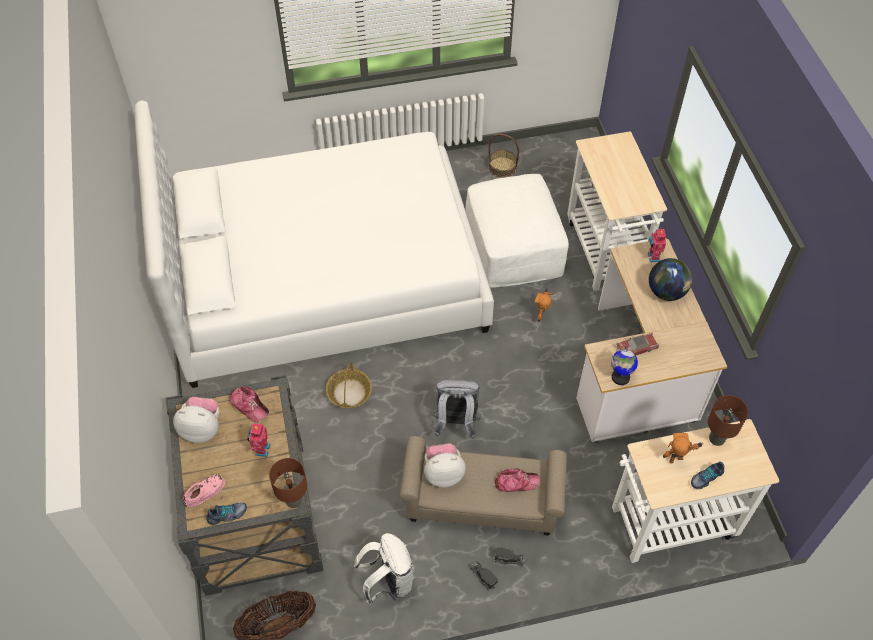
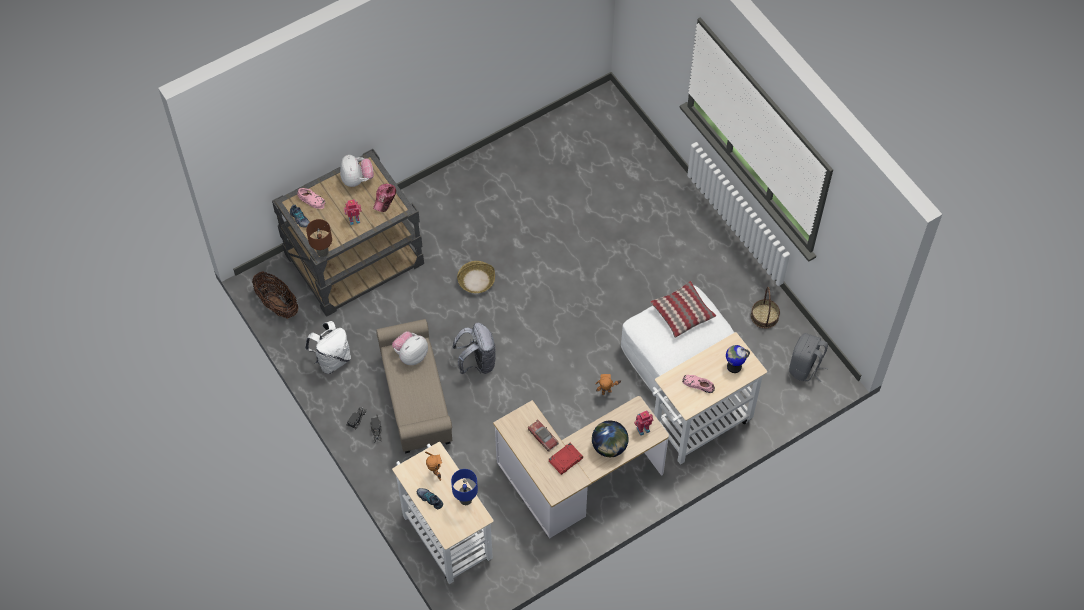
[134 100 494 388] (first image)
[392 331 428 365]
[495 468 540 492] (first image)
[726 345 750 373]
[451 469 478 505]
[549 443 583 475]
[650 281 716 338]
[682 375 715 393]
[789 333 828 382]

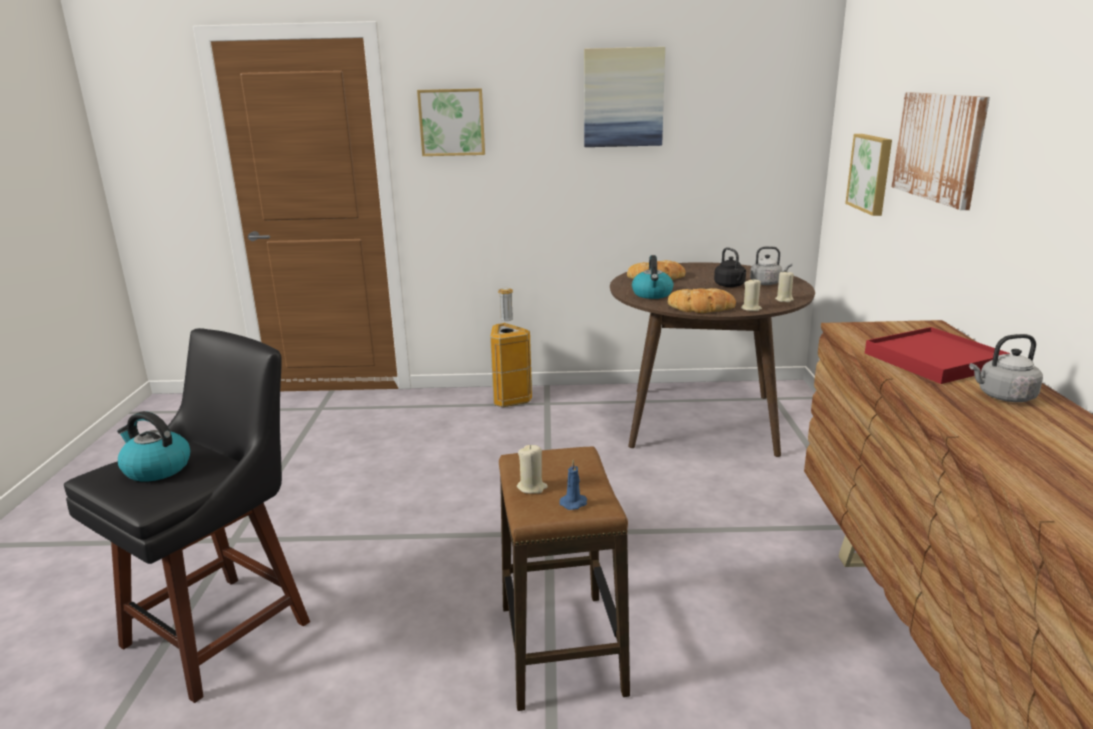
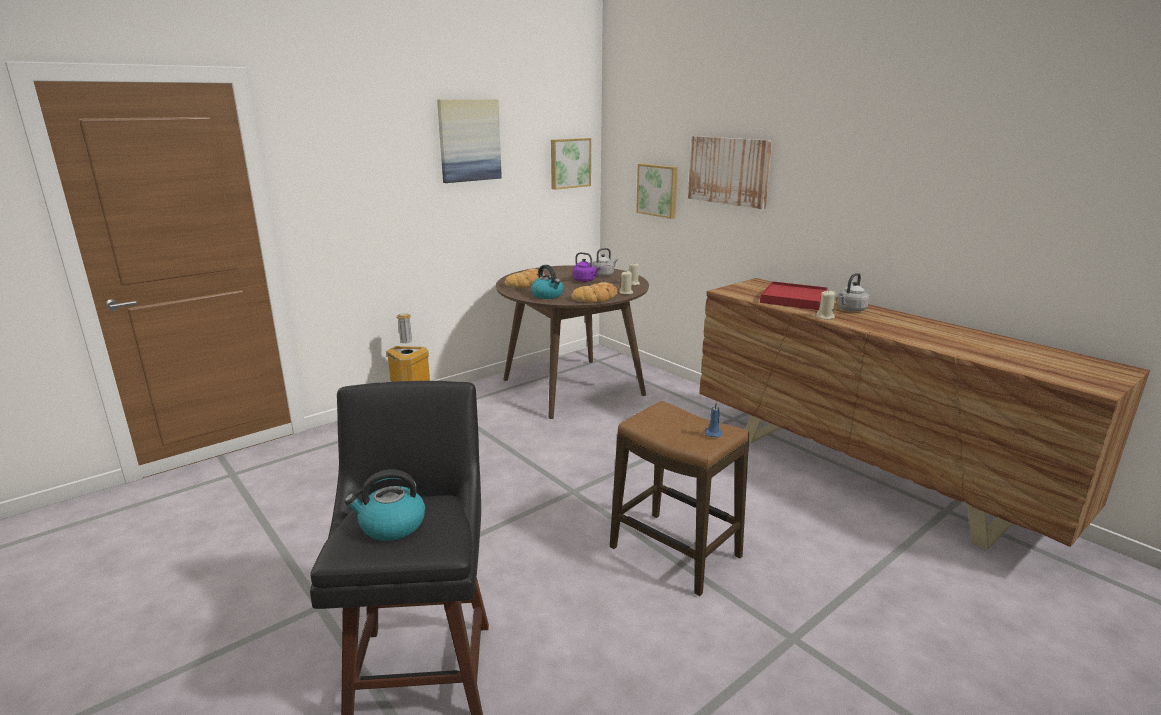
[551 138 591 190]
[816 291 835 319]
[573 252 600 282]

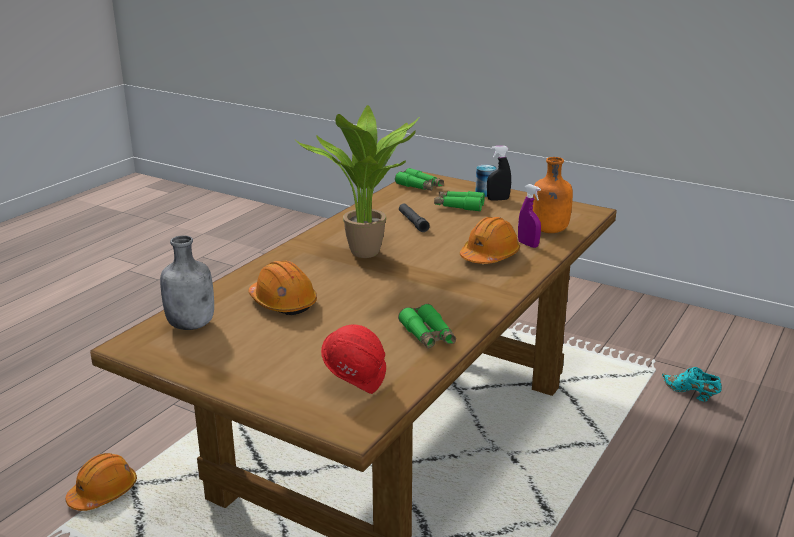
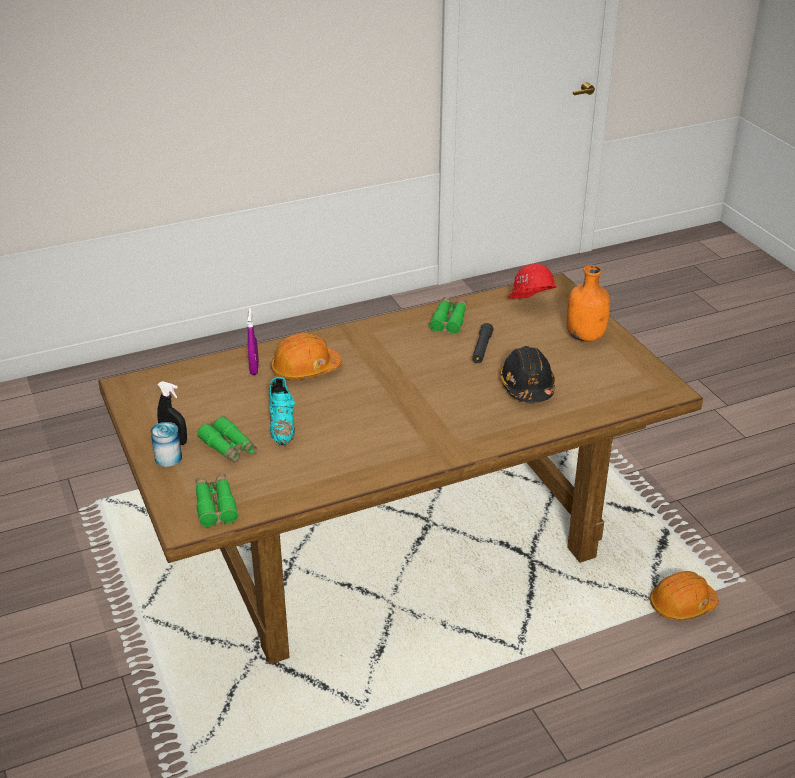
[160 235 214 330] (first image)
[500 346 555 403]
[296 105 419 258] (first image)
[472 323 494 363]
[567 265 610 341]
[269 377 295 445]

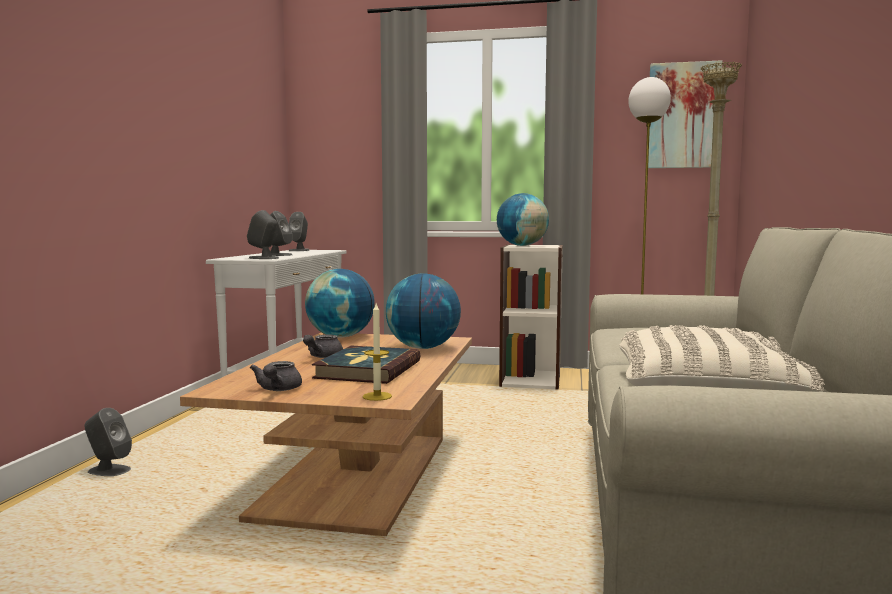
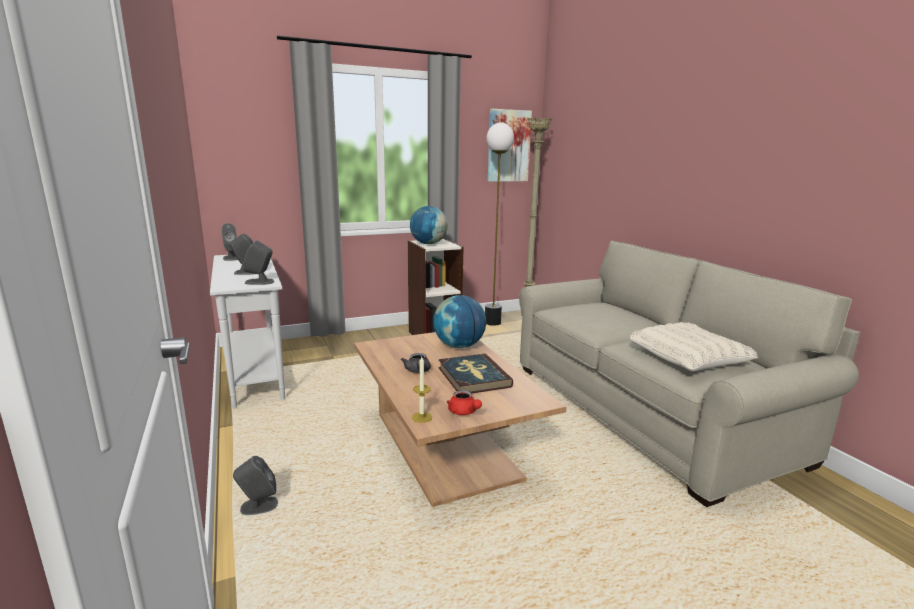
[447 390 482 415]
[305 269 375 338] (first image)
[412 357 432 423]

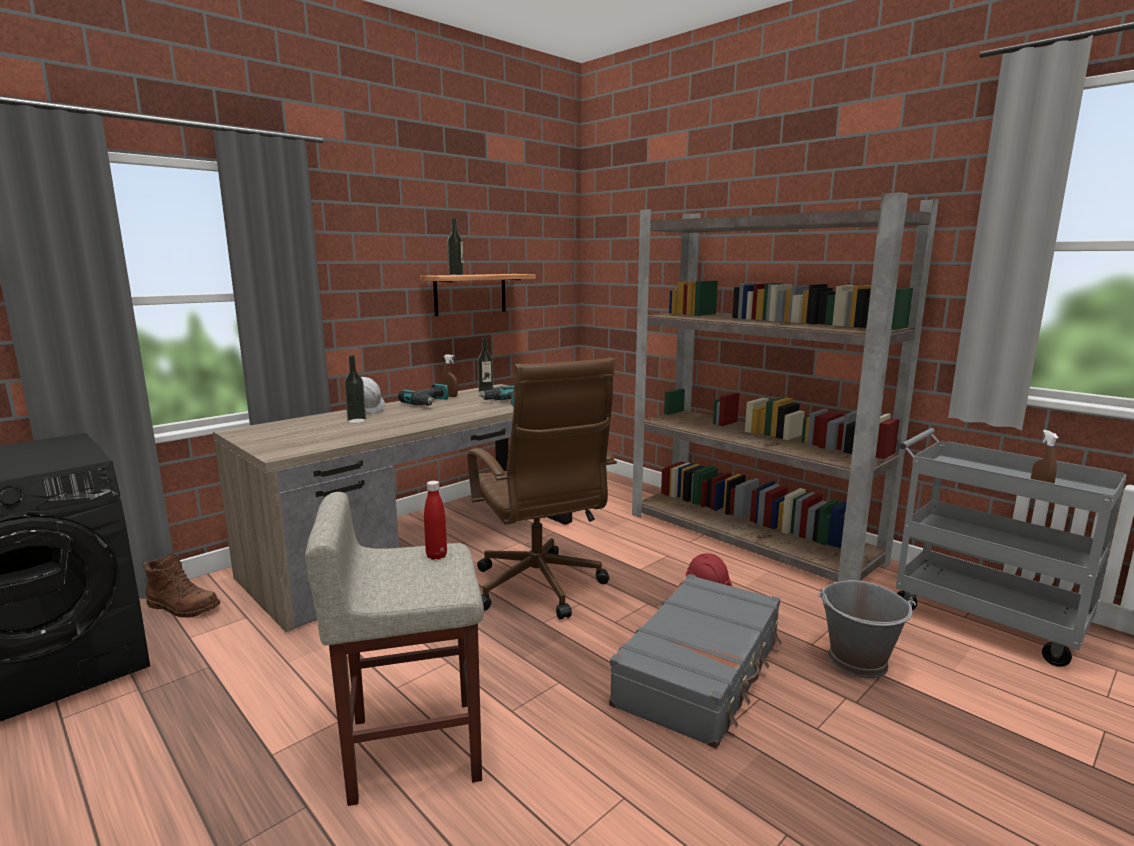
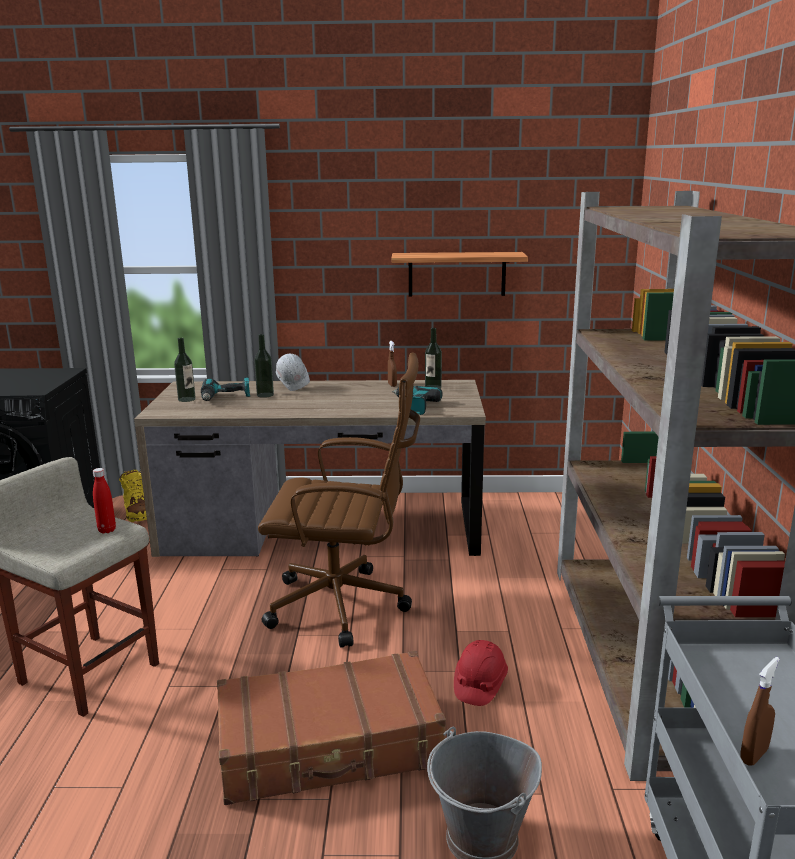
[119 470 147 522]
[201 377 250 401]
[174 338 196 402]
[258 352 420 648]
[217 650 446 805]

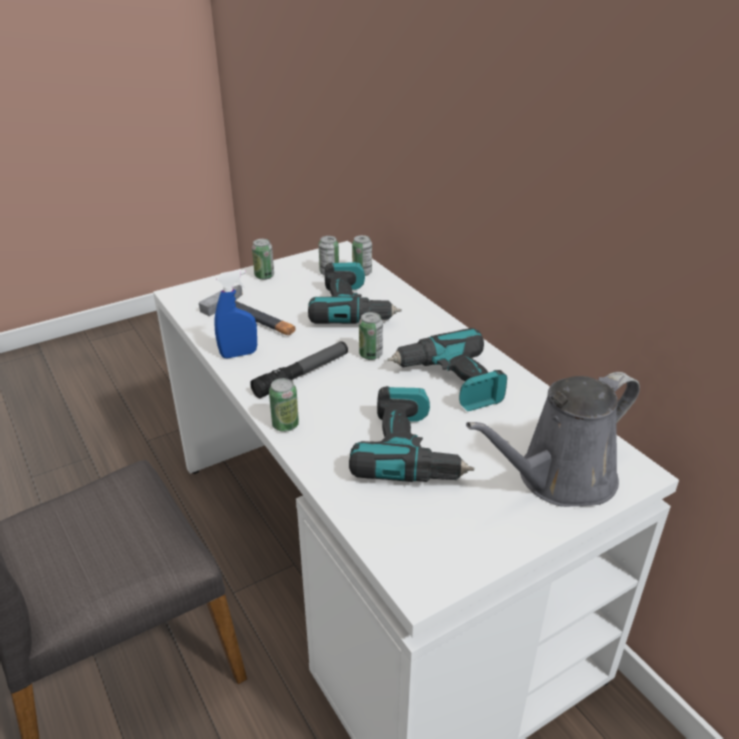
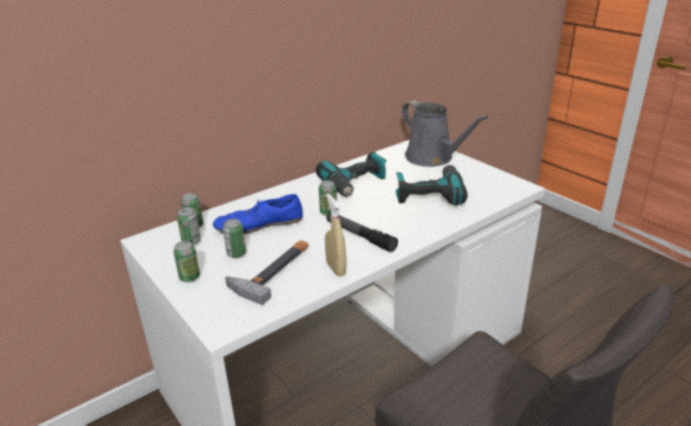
[325 194 346 277]
[223 219 246 258]
[213 194 303 234]

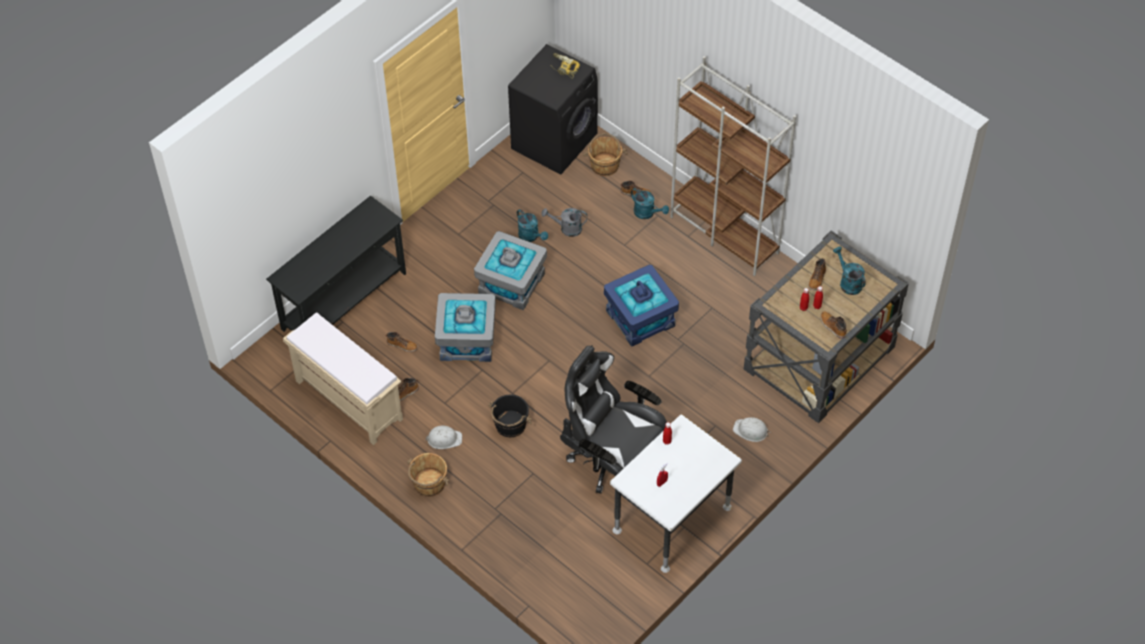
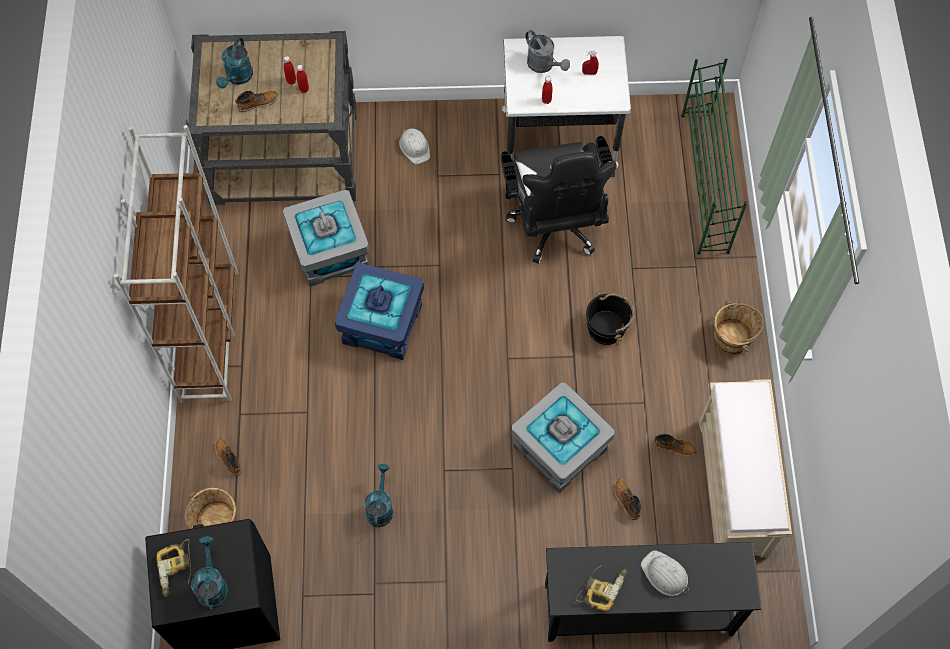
[641 550 689 596]
[283 189 369 287]
[525 30 570 73]
[191 536 228 610]
[820 311 847 339] (first image)
[576 565 627 611]
[681 58 747 254]

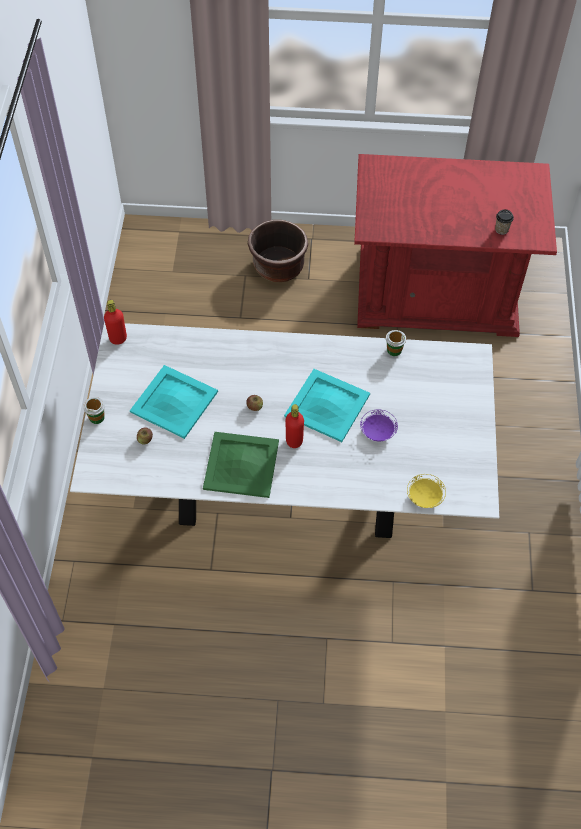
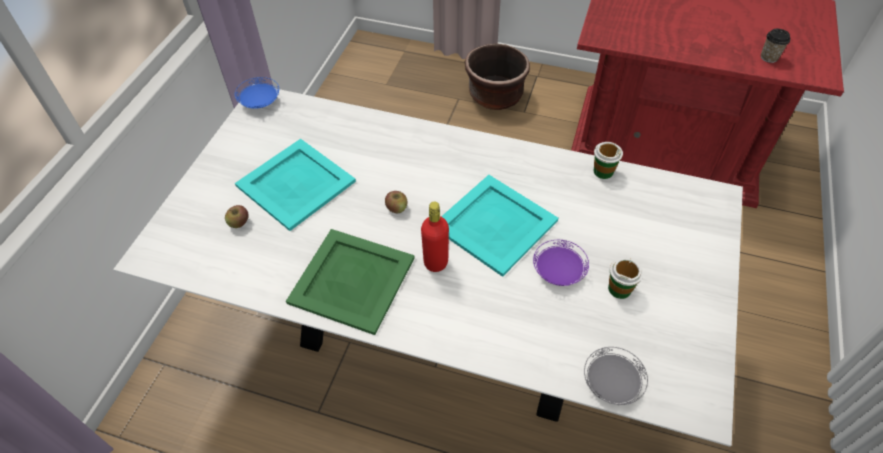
[608 258 643 299]
[235 77 279 109]
[584 347 648 405]

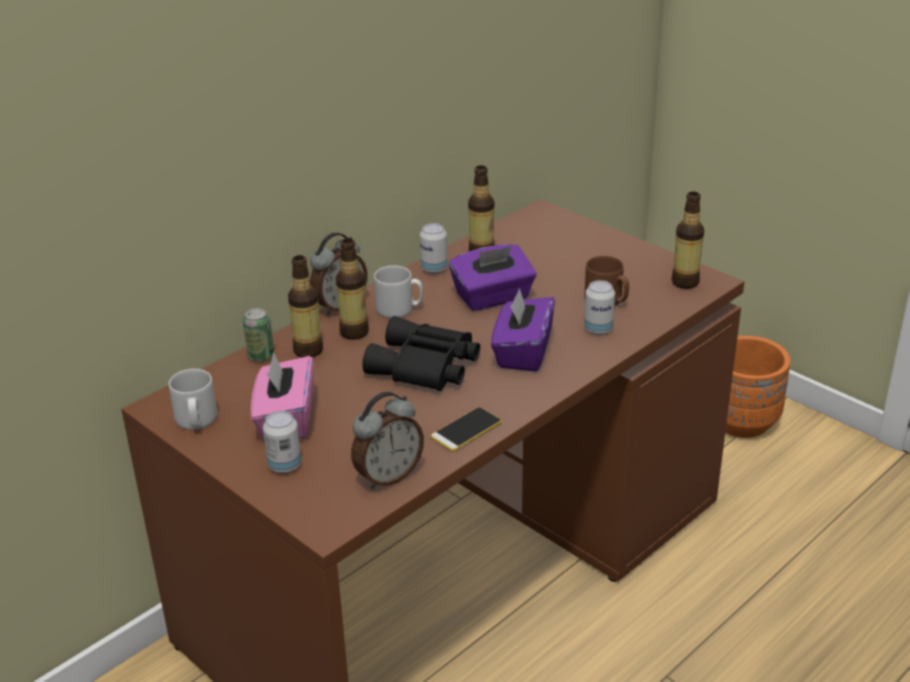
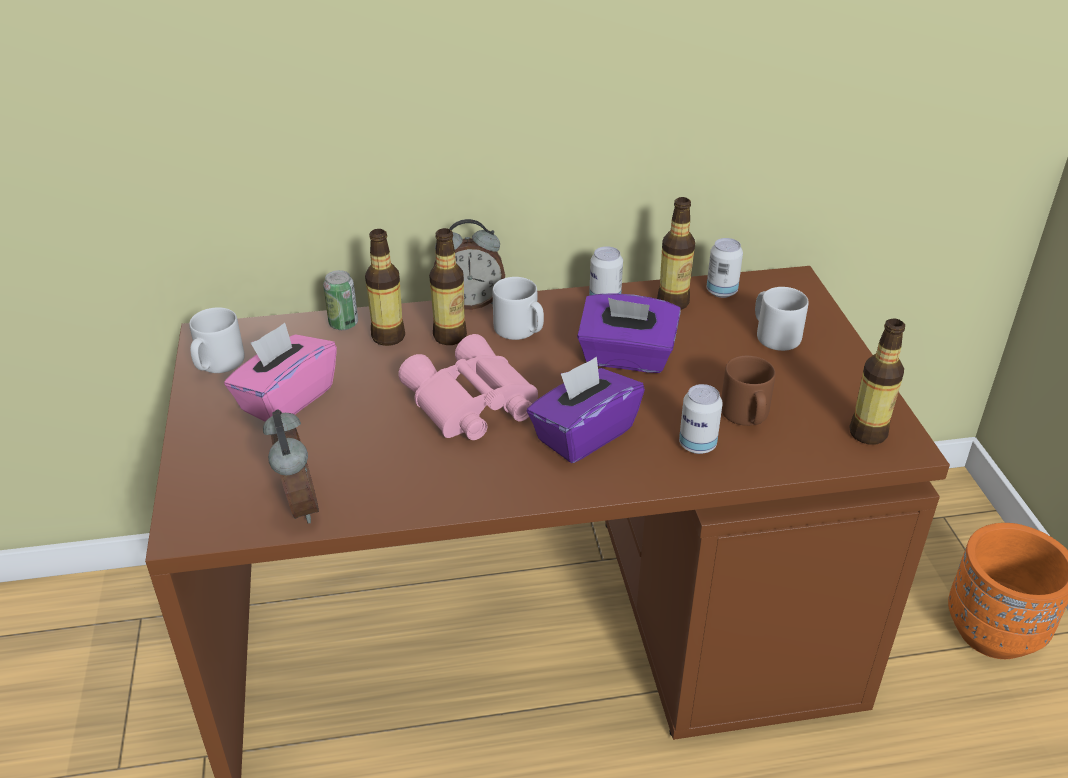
[706 238 743 298]
[263 409 319 524]
[398 334 538 440]
[430 407 502 452] (first image)
[755 287 809 351]

